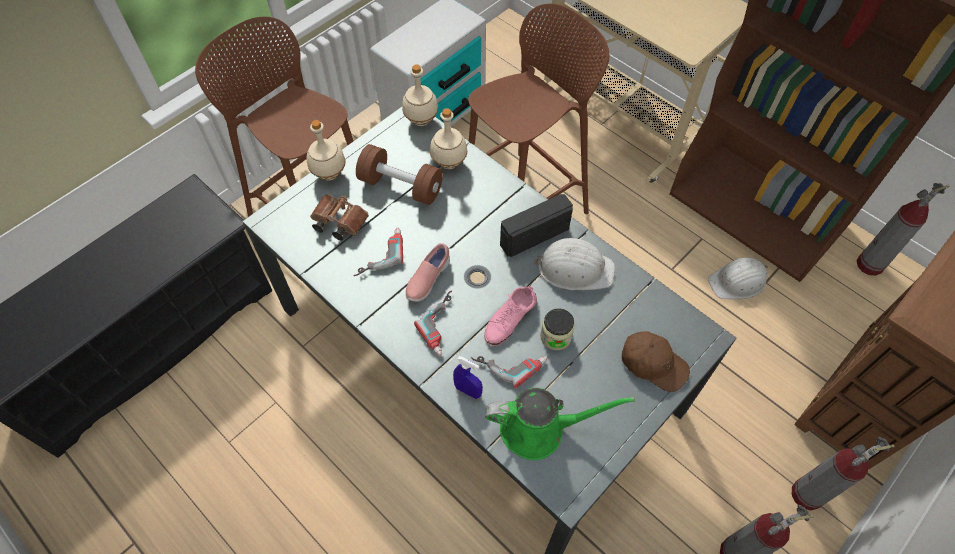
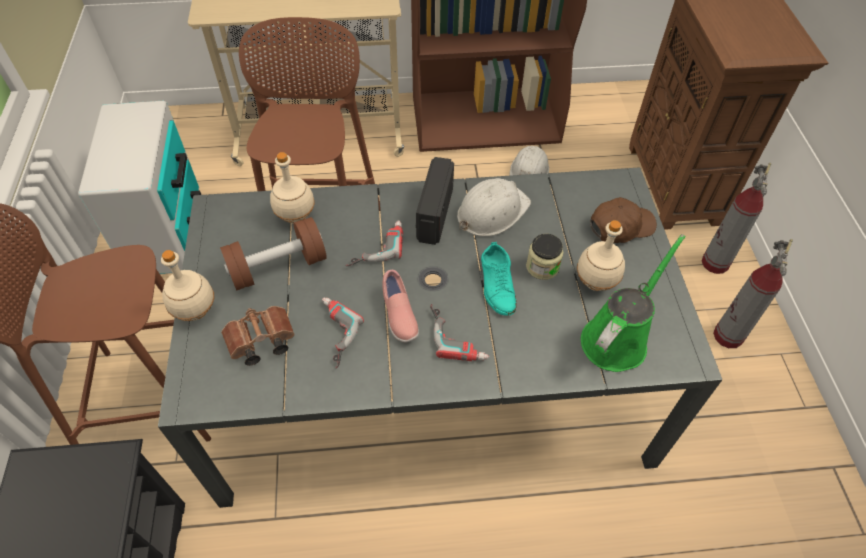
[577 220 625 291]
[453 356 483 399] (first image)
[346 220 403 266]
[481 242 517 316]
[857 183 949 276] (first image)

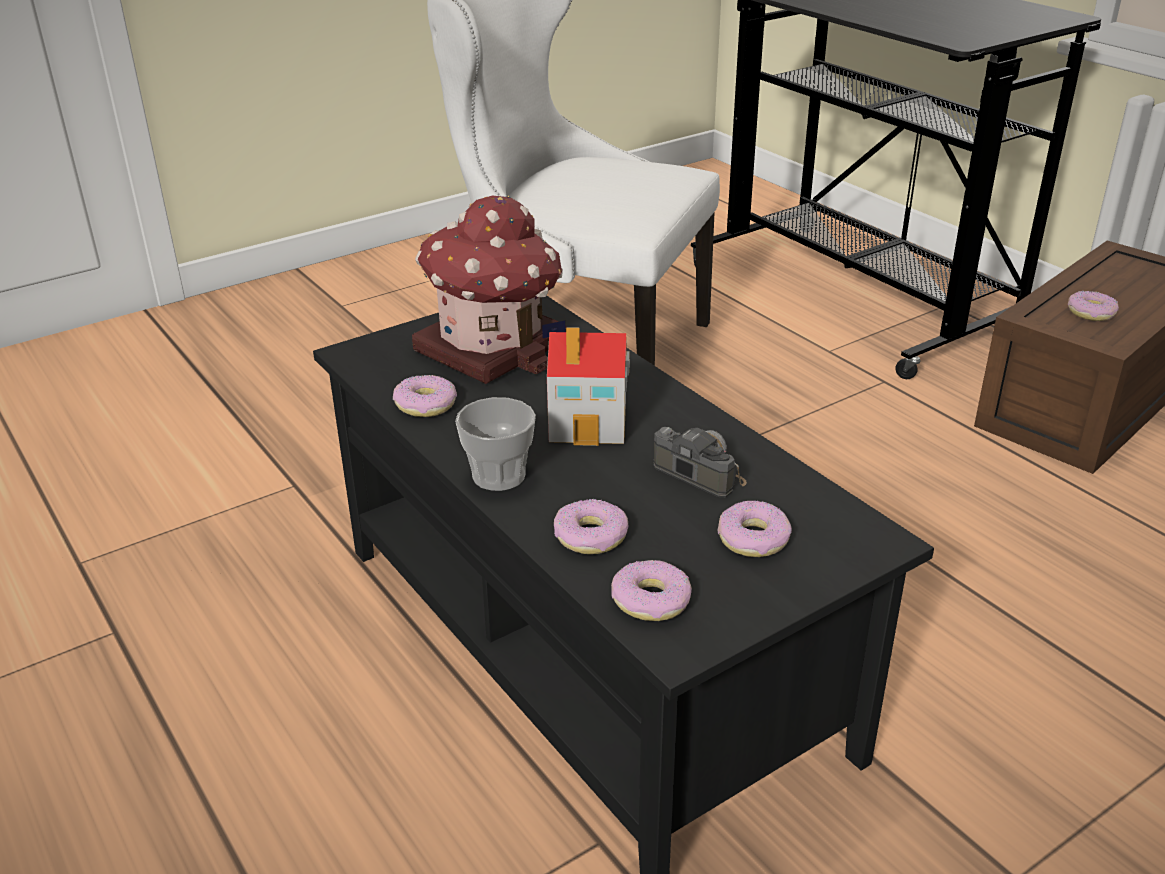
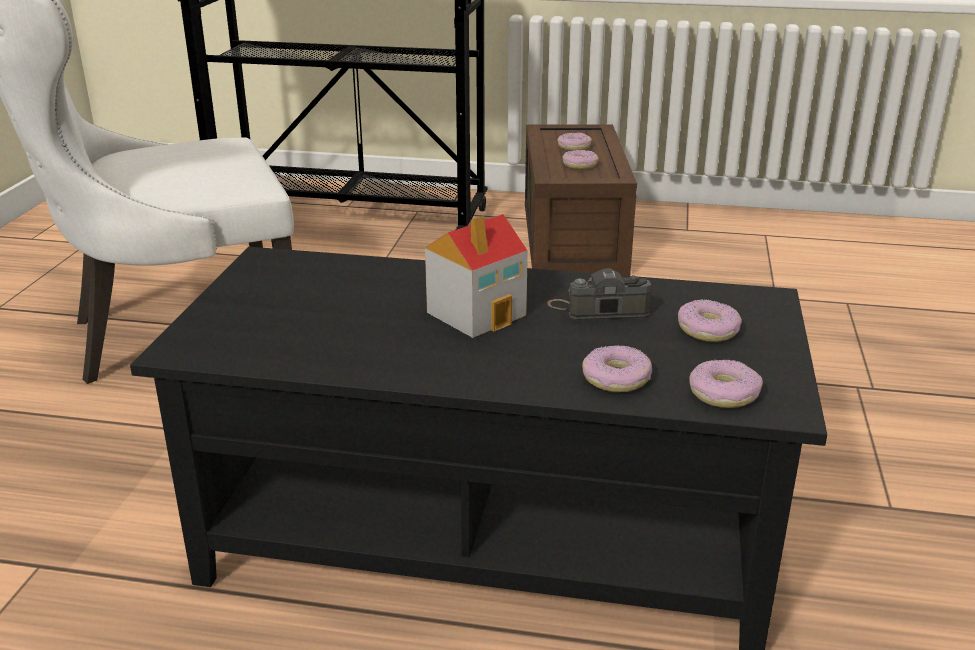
[557 132 592 151]
[412 195 566 384] (first image)
[455 397 536 491] (first image)

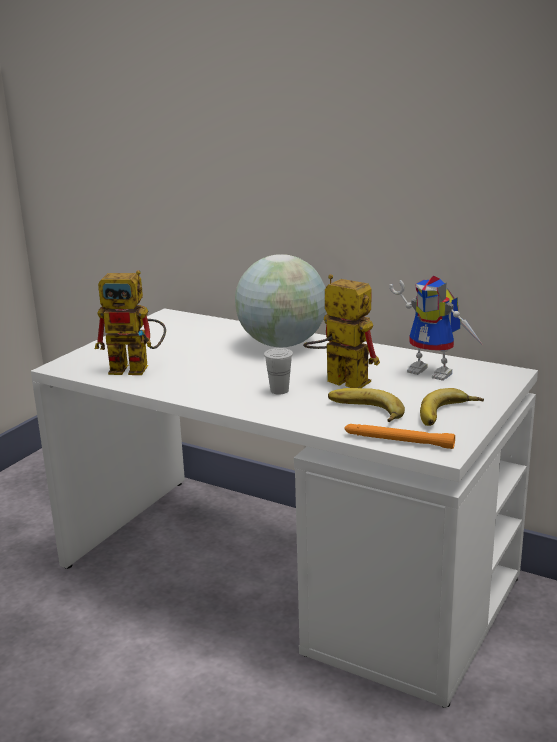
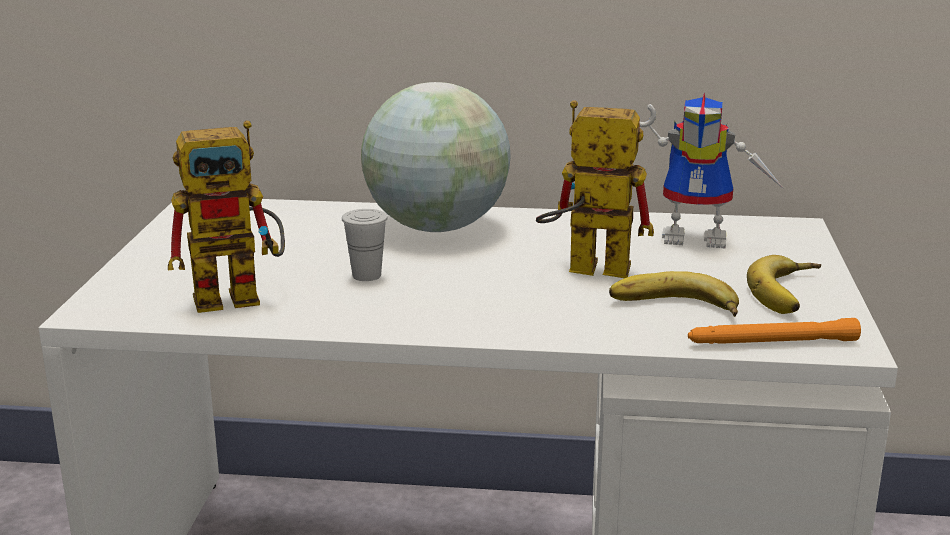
[342 209 388 281]

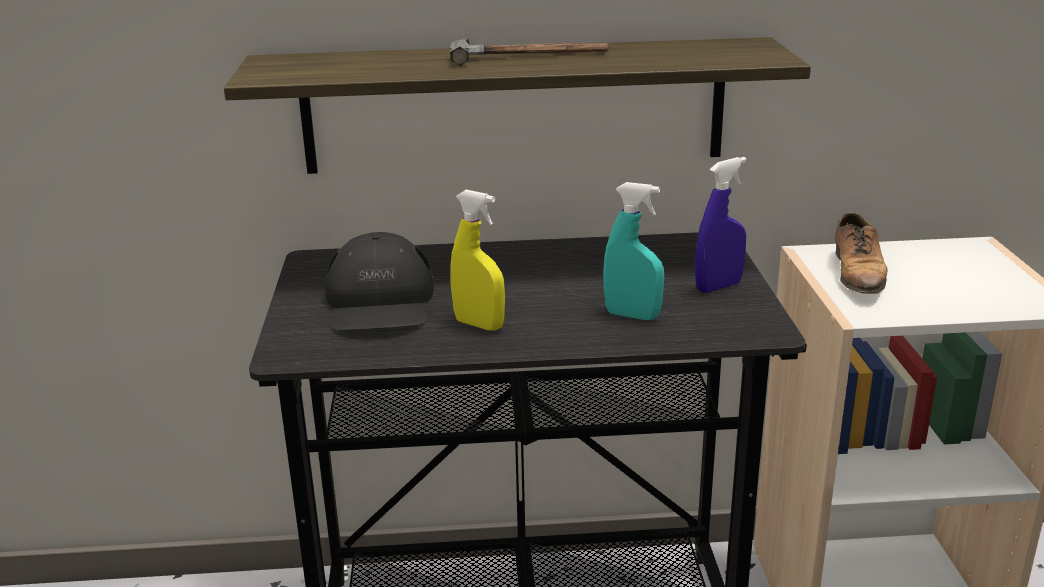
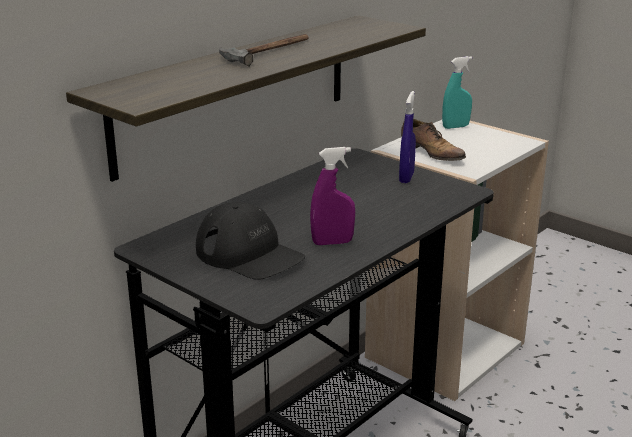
[310 147 355 245]
[442 56 472 129]

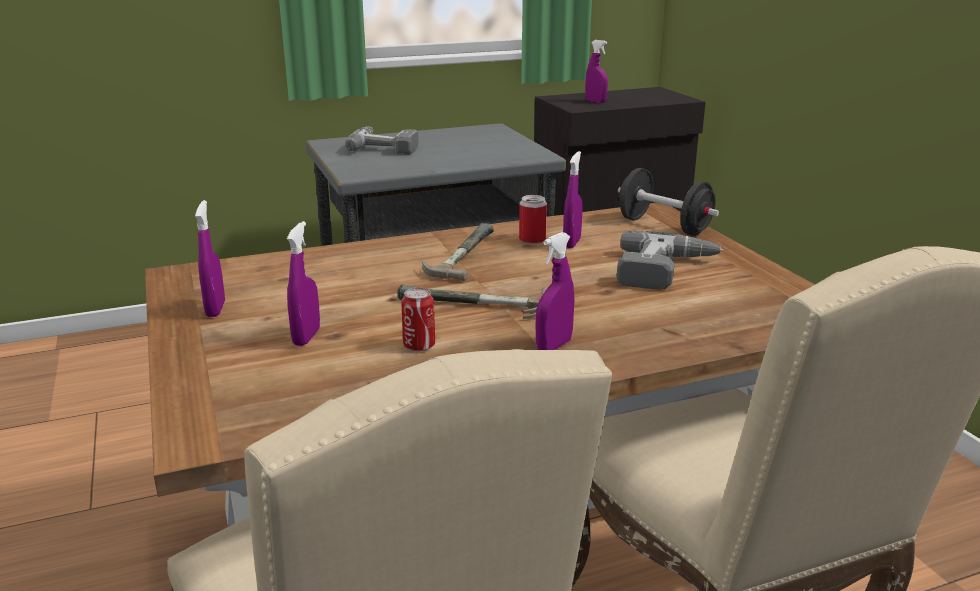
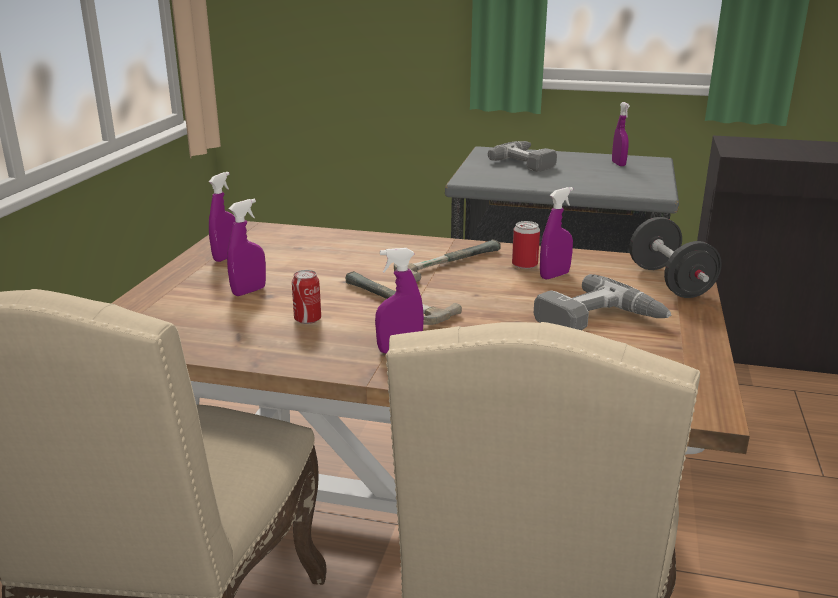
[612 102 630 166]

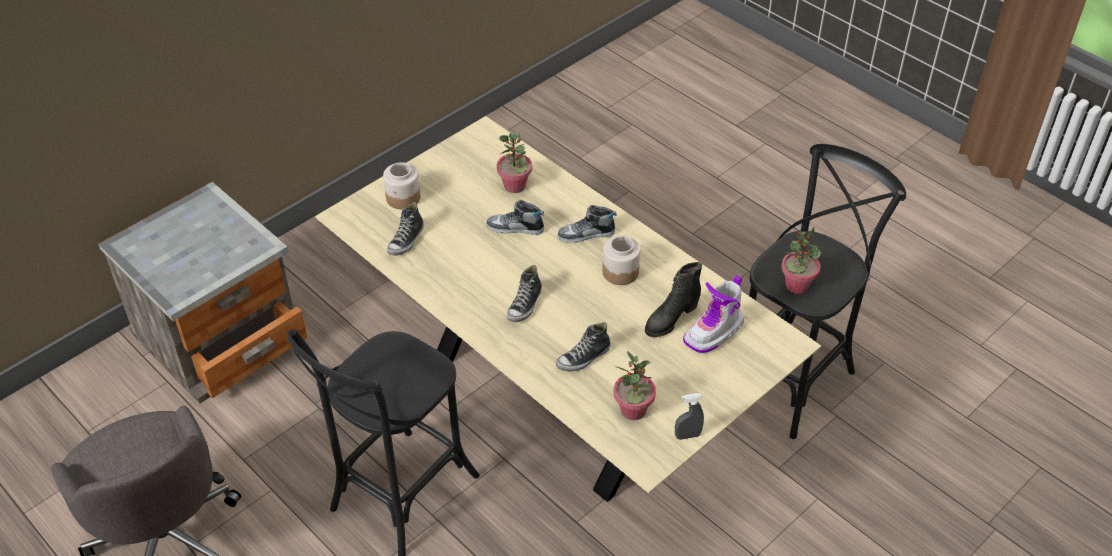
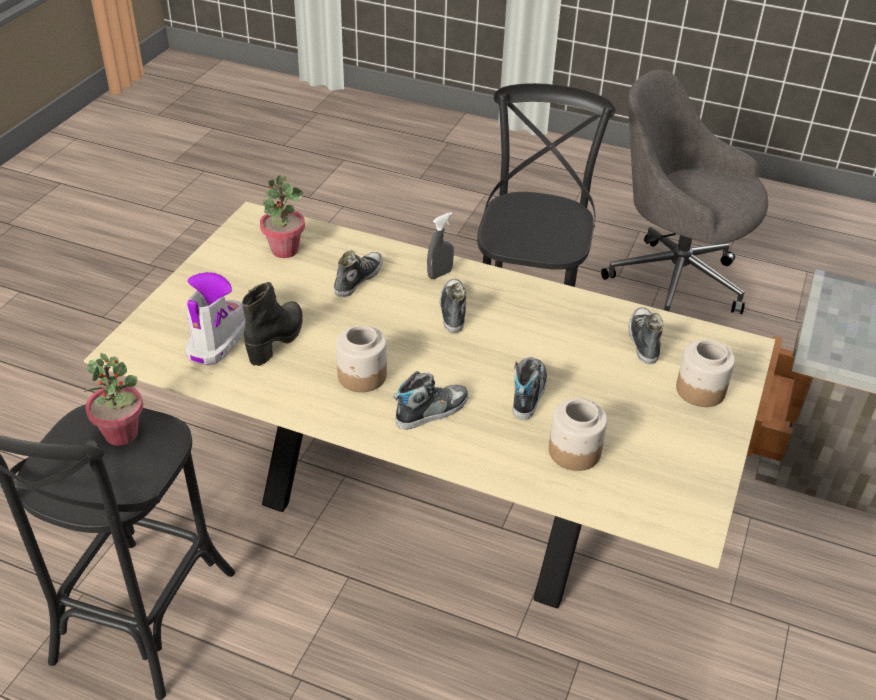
[513 357 547 420]
[549 398 607 471]
[427 212 454 279]

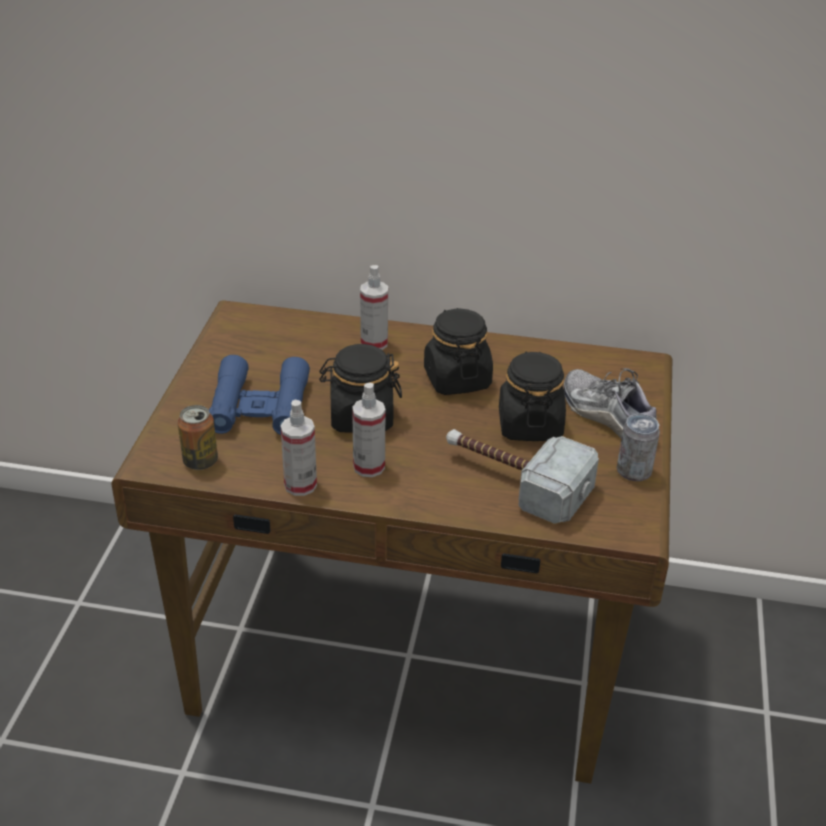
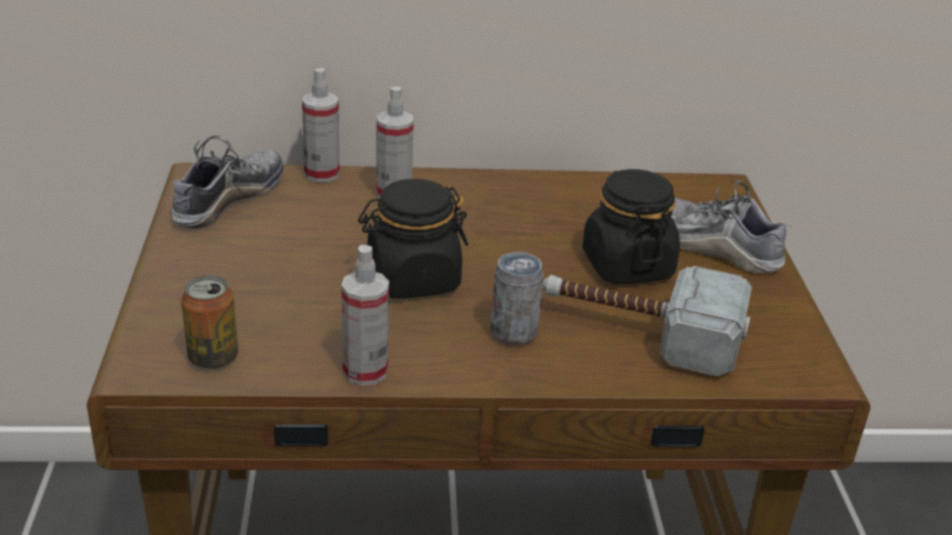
[209 355 310 435] (first image)
[302 68 340 182]
[424 308 493 395] (first image)
[490 252 544 345]
[172 136 283 228]

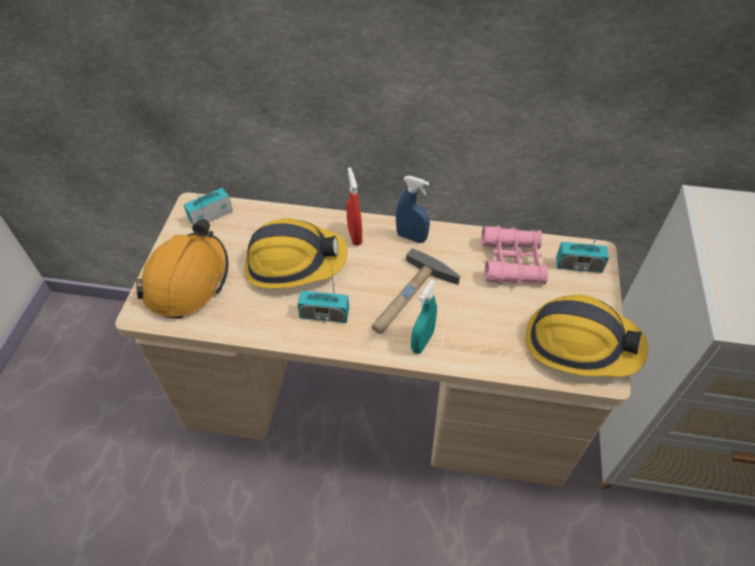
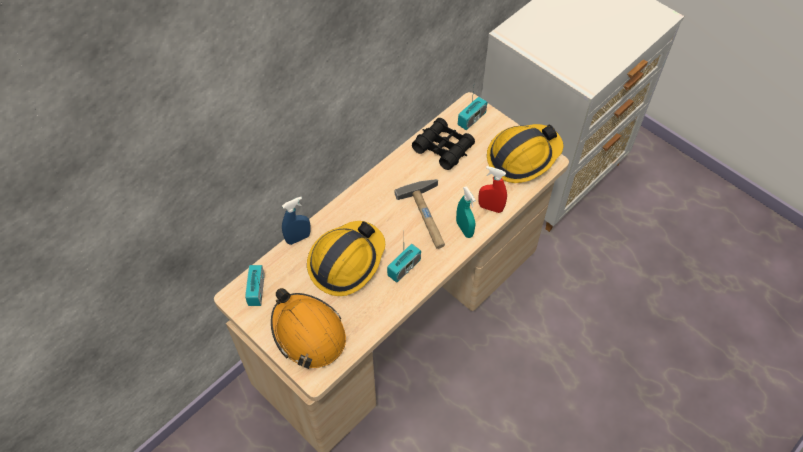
[478 166 507 213]
[282 197 311 245]
[412 118 475 170]

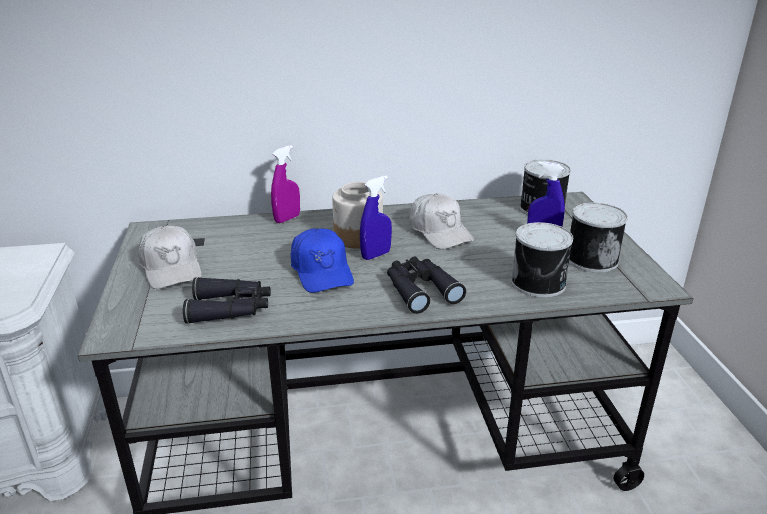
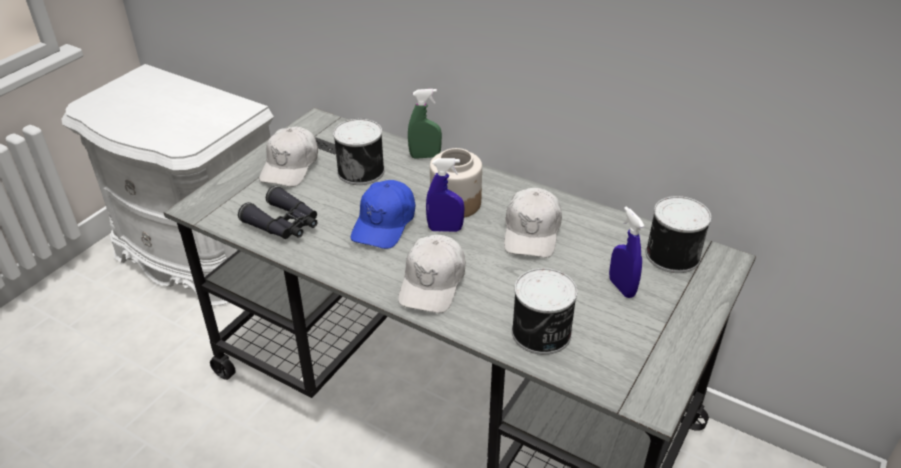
[408 89 442 159]
[398 235 465 313]
[333 119 385 185]

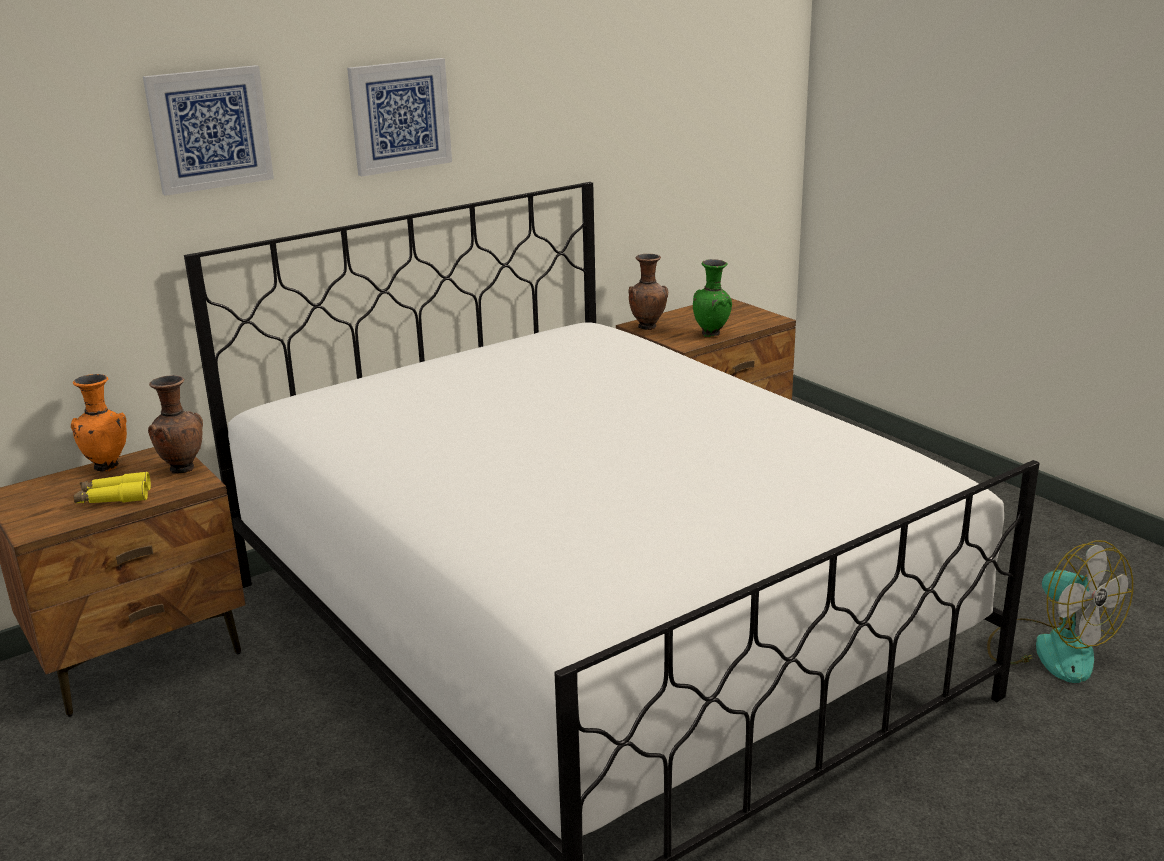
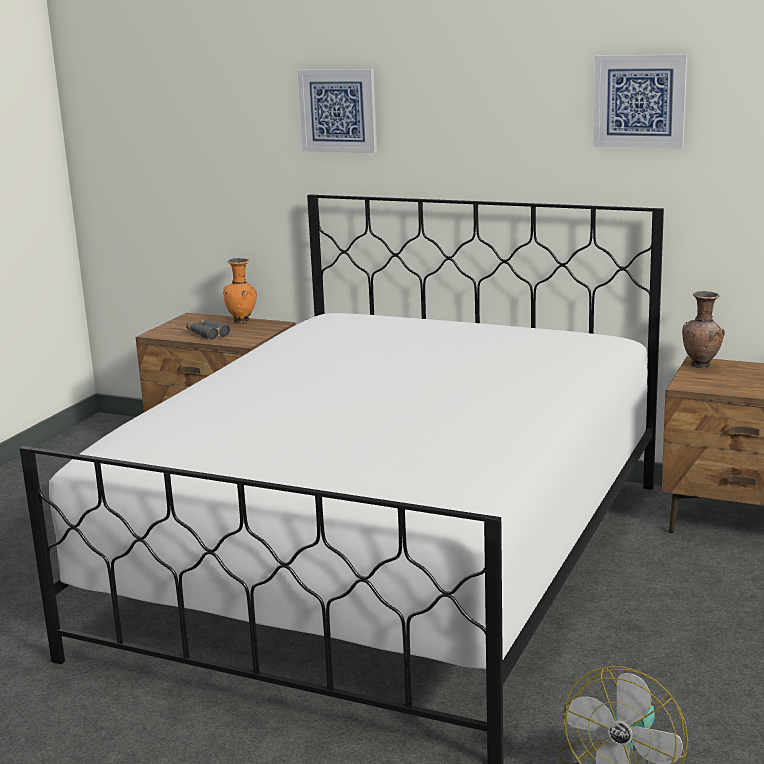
[186 320 230 340]
[148 375 203 473] (first image)
[594 54 688 148]
[693 259 732 337] (first image)

